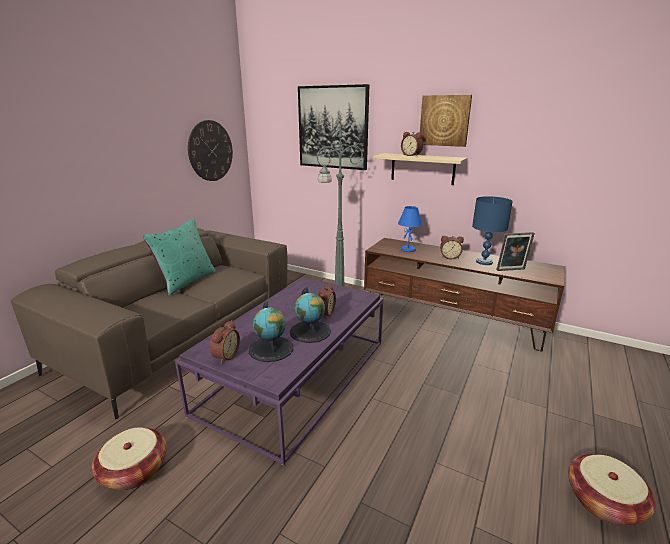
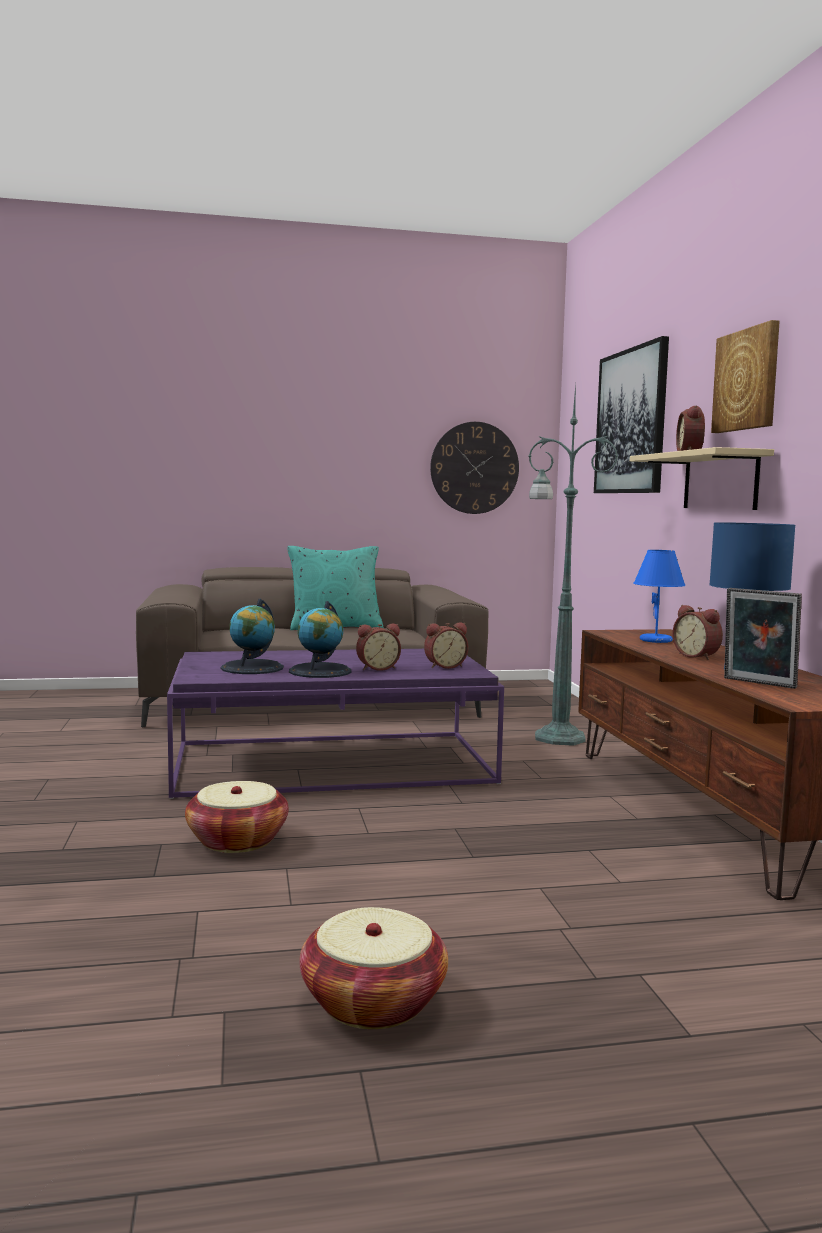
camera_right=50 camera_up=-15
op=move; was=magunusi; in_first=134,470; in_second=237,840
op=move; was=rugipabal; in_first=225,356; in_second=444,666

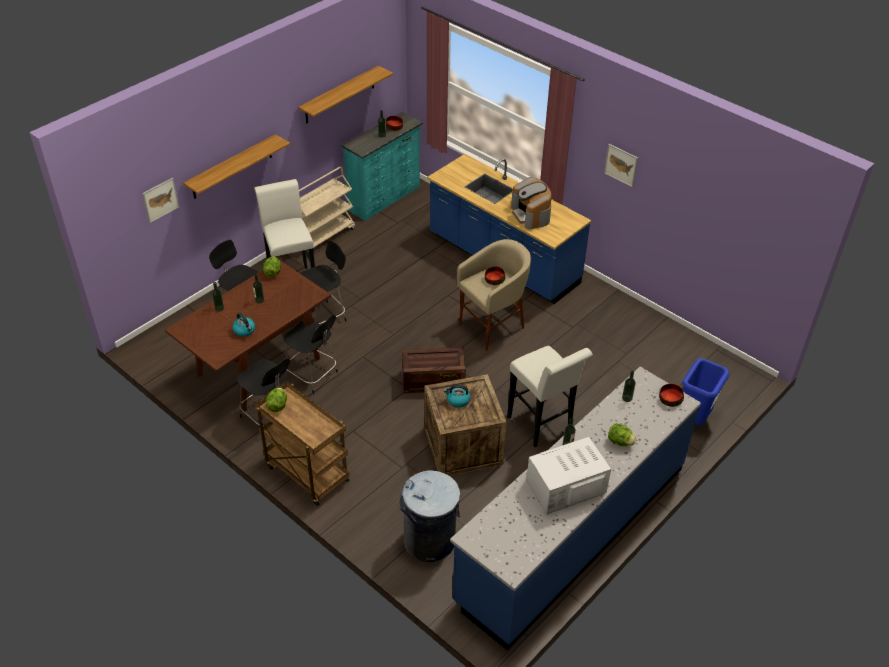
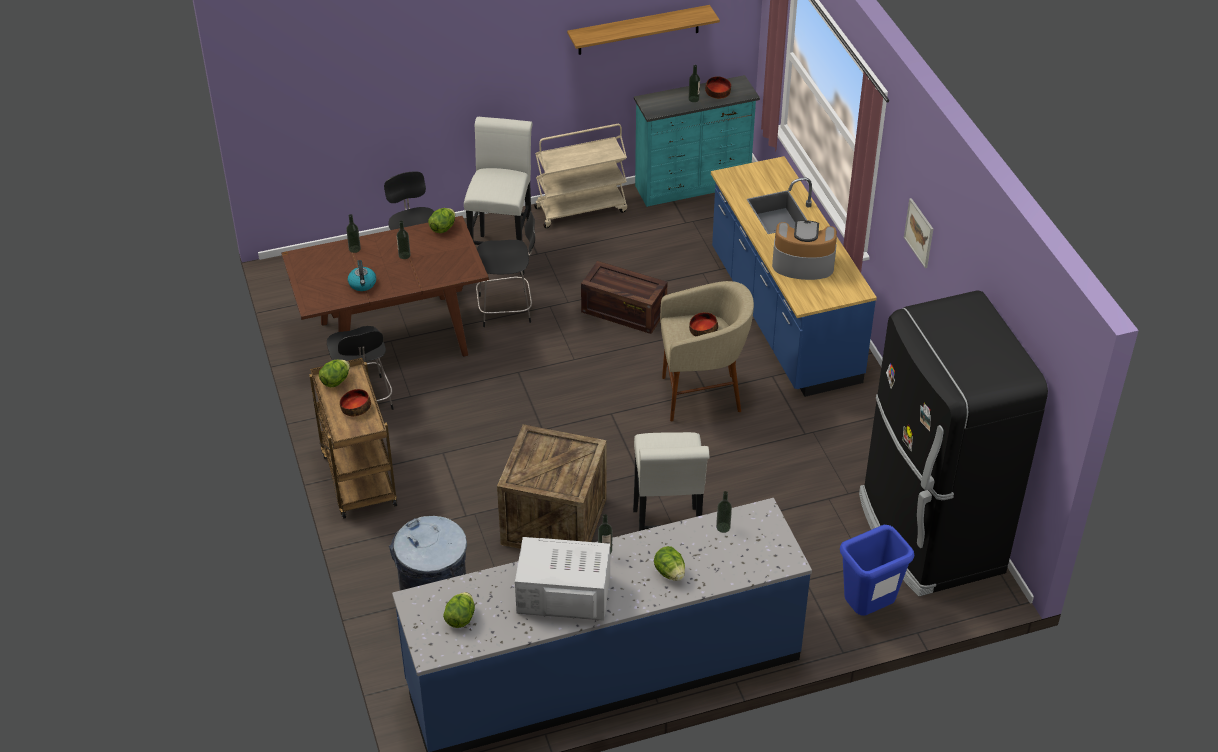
camera_right=30 camera_up=0
op=delete; was=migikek; in_first=160,200
op=delete; was=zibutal; in_first=232,167
op=delete; was=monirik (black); in_first=313,375
op=move; was=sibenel; in_first=432,381; in_second=622,311
op=delete; was=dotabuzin; in_first=457,400
op=rotate; was=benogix; in_first=531,215; in_second=802,263; clockwise=90
op=move; was=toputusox; in_first=670,399; in_second=356,407
op=insert; now=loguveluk; in_second=460,618
op=insert; now=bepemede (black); in_second=928,535

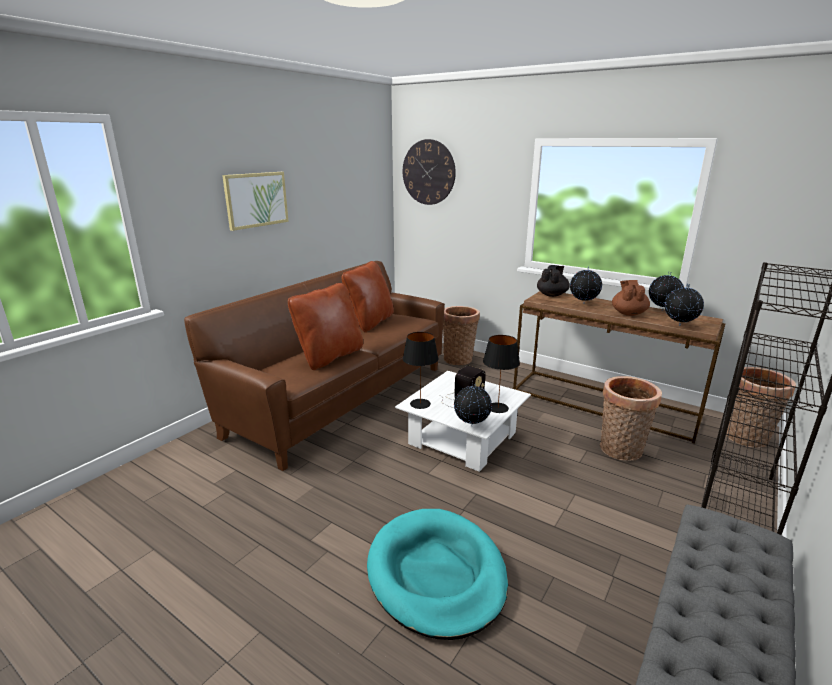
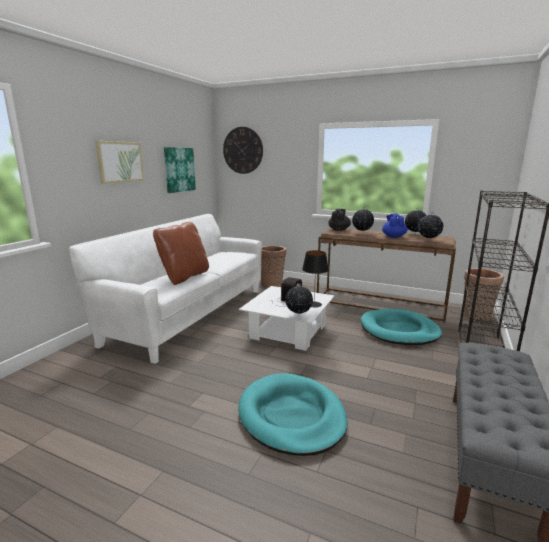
camera_right=-10 camera_up=-5
op=recolor; was=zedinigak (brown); now=zedinigak (white); in_first=341,399; in_second=190,314
op=delete; was=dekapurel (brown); in_first=370,322
op=delete; was=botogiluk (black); in_first=420,403
op=replace; was=magunusi; now=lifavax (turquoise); in_first=621,451; in_second=399,330
op=recolor; was=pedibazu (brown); now=pedibazu (blue); in_first=628,313; in_second=393,236
op=insert; now=migikek; in_second=179,169

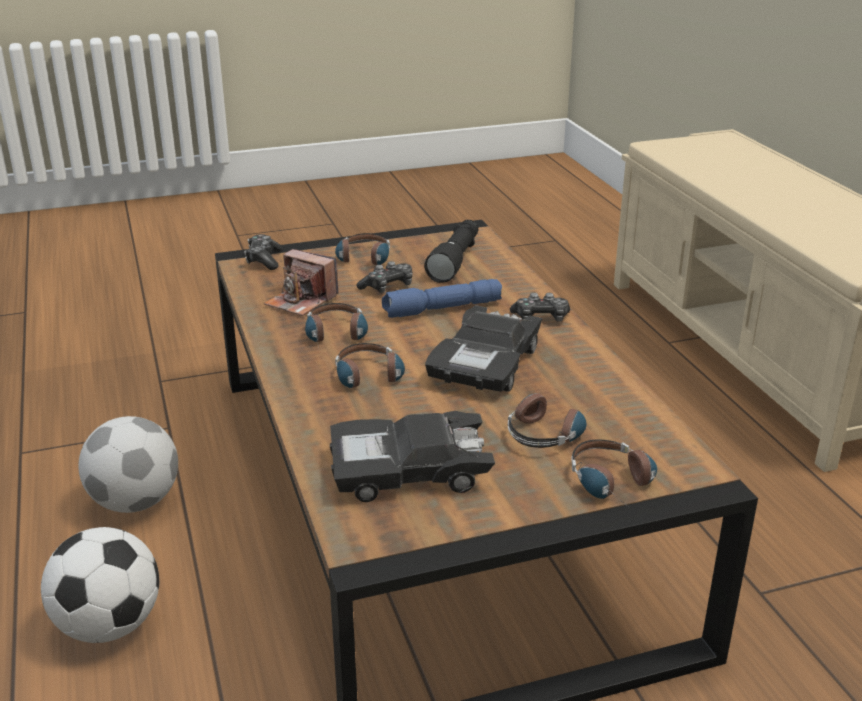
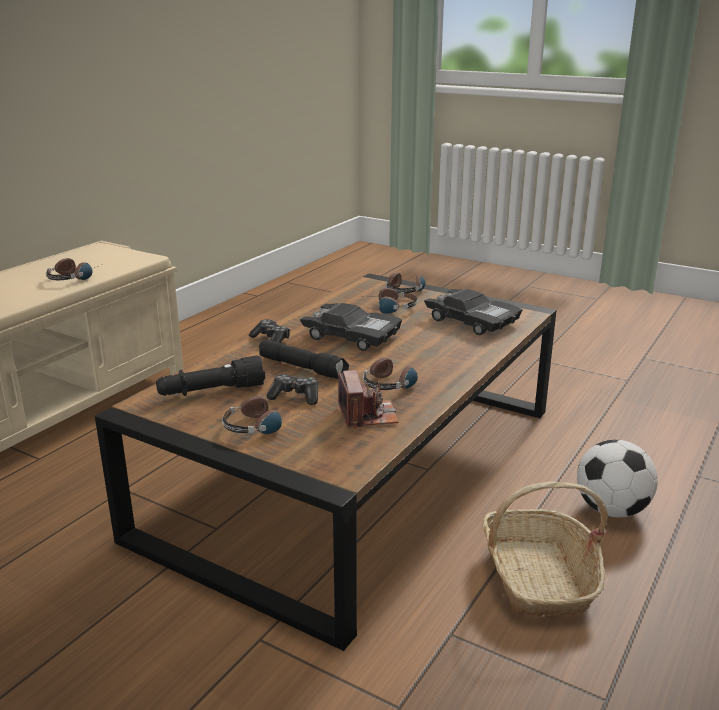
camera_right=-130 camera_up=-5
op=replace; was=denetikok; now=magunusi; in_first=135,502; in_second=538,577
op=delete; was=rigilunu; in_first=264,260
op=move; was=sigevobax; in_first=371,381; in_second=75,277
op=recolor; was=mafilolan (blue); now=mafilolan (black); in_first=442,309; in_second=303,368
op=rotate; was=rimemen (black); in_first=486,364; in_second=351,336; clockwise=45

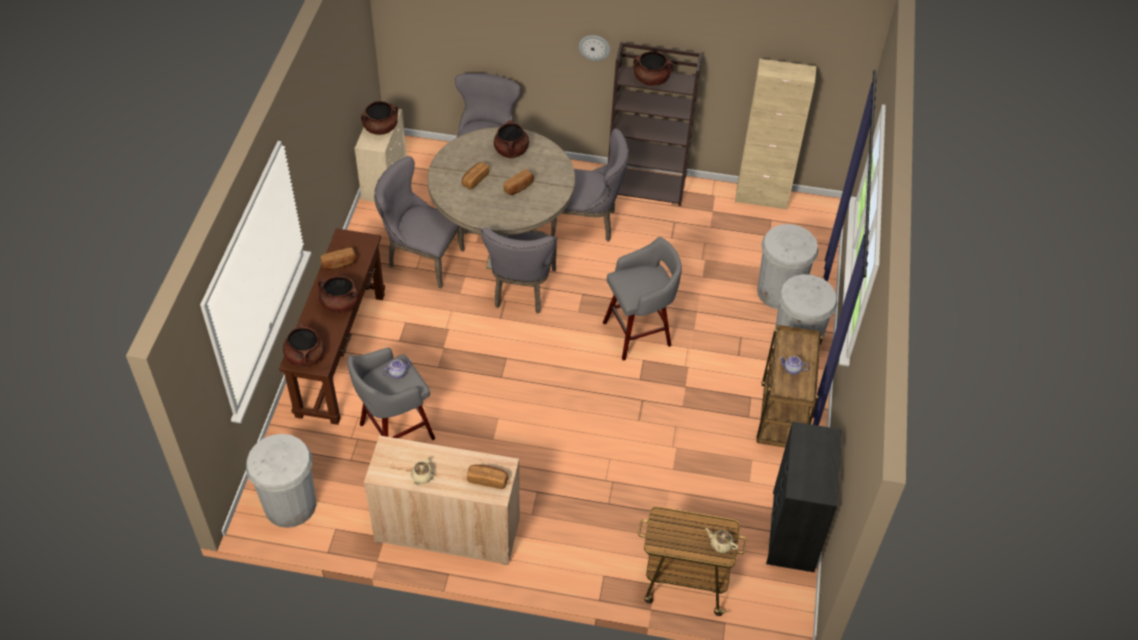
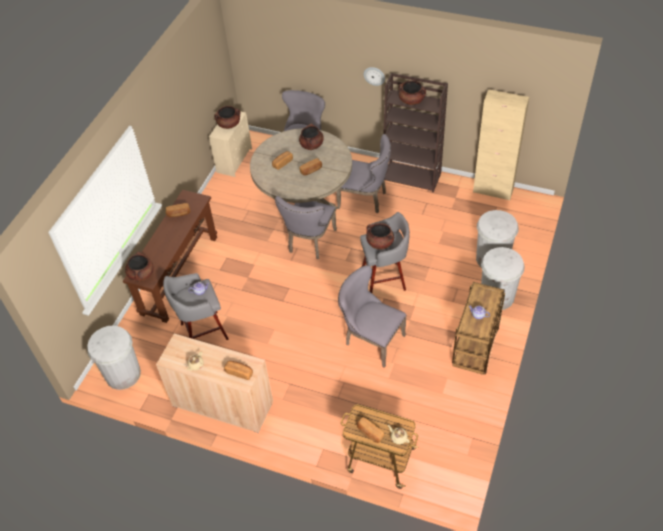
camera_right=15 camera_up=0
op=move; was=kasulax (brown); in_first=340,304; in_second=380,243
op=move; was=monirik (grey); in_first=421,258; in_second=371,340
op=delete; was=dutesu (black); in_first=792,531
op=insert; now=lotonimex; in_second=370,433

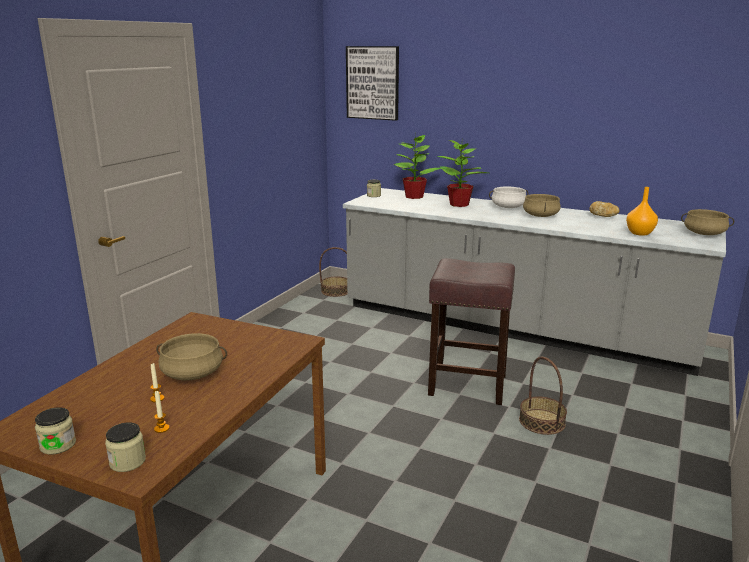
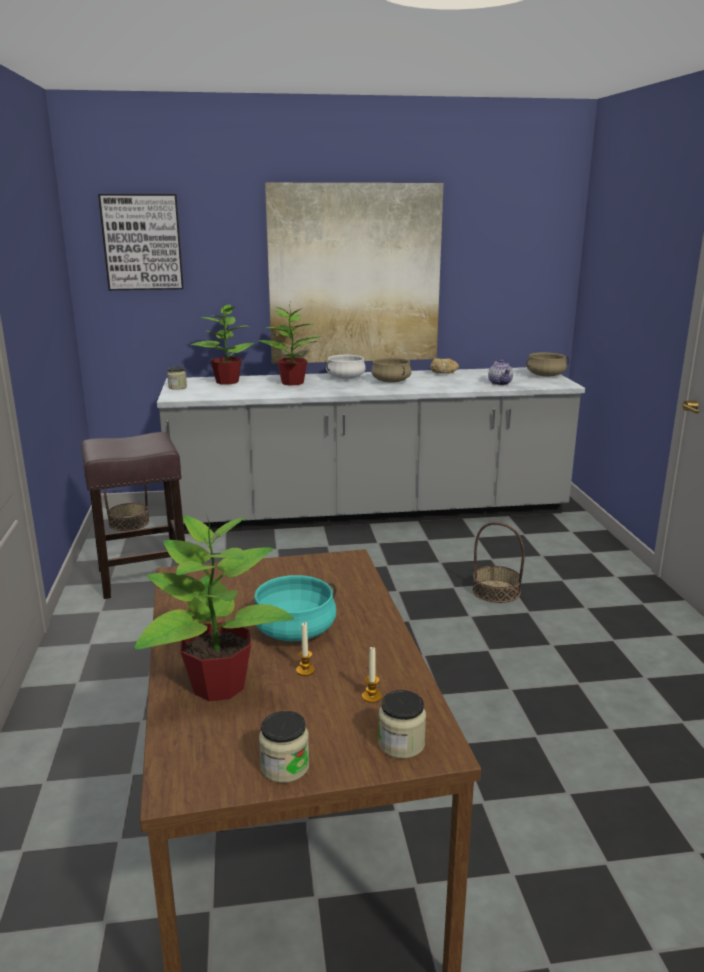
camera_right=-35 camera_up=0
op=recolor; was=kasulax (beige); now=kasulax (turquoise); in_first=193,373; in_second=294,630
op=move; was=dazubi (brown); in_first=466,385; in_second=141,577
op=replace; was=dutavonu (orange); now=pedibazu; in_first=640,233; in_second=500,383
op=insert; now=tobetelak; in_second=217,685
op=insert; now=migikek; in_second=354,274

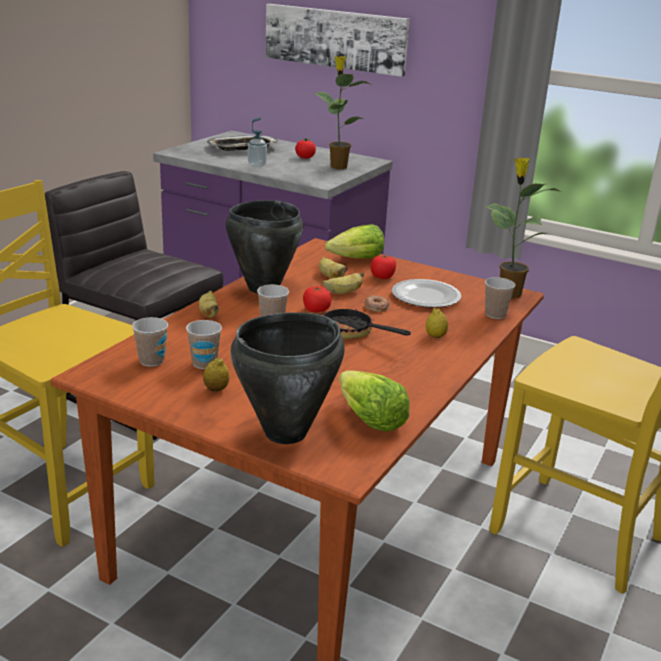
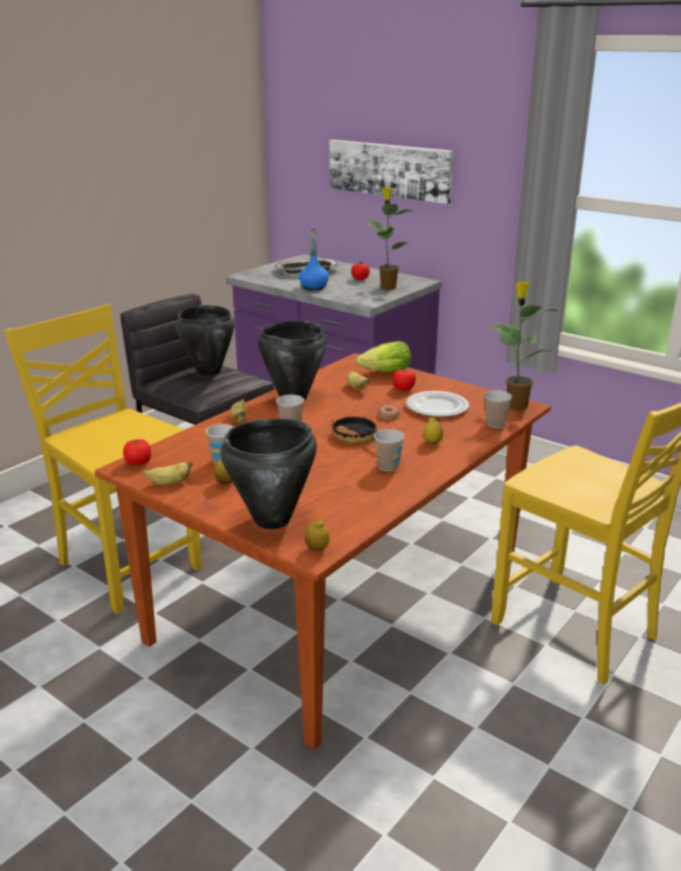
camera_right=10 camera_up=0
op=move; was=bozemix; in_first=151,361; in_second=388,466
op=replace; was=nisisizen; now=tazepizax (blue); in_first=257,165; in_second=313,287
op=move; was=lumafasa; in_first=316,310; in_second=138,462
op=move; was=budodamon; in_first=343,292; in_second=169,483
op=delete; was=loguveluk; in_first=369,419
op=insert; now=kasulax (black); in_second=208,372
op=insert; now=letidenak; in_second=317,549

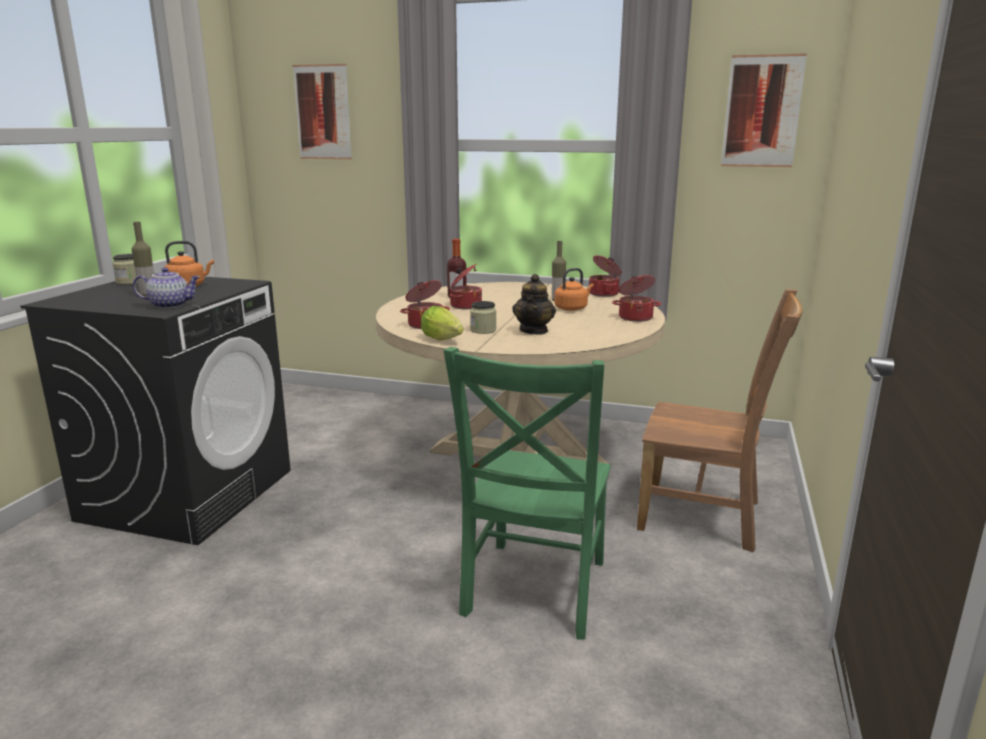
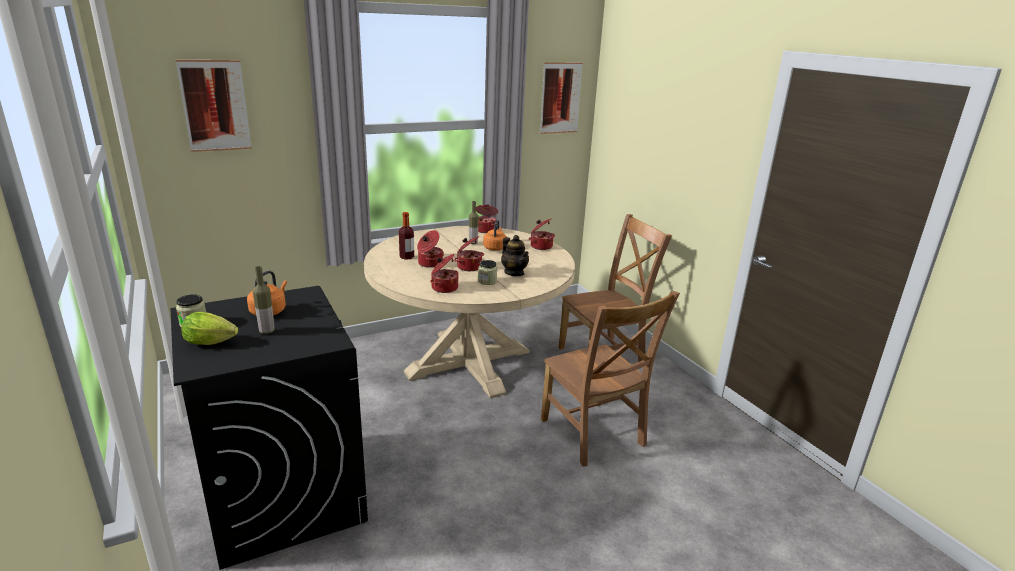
camera_right=-45 camera_up=5
op=delete; was=pedibazu; in_first=171,305
op=move; was=loguveluk; in_first=444,340; in_second=213,343
op=recolor; was=monirik (green); now=monirik (brown); in_first=533,591; in_second=594,435
op=insert; now=kasulax; in_second=468,267

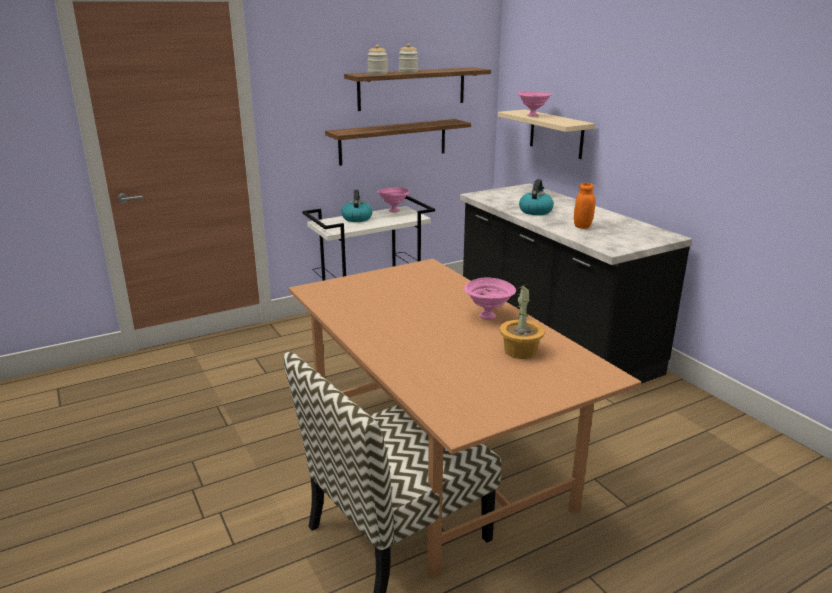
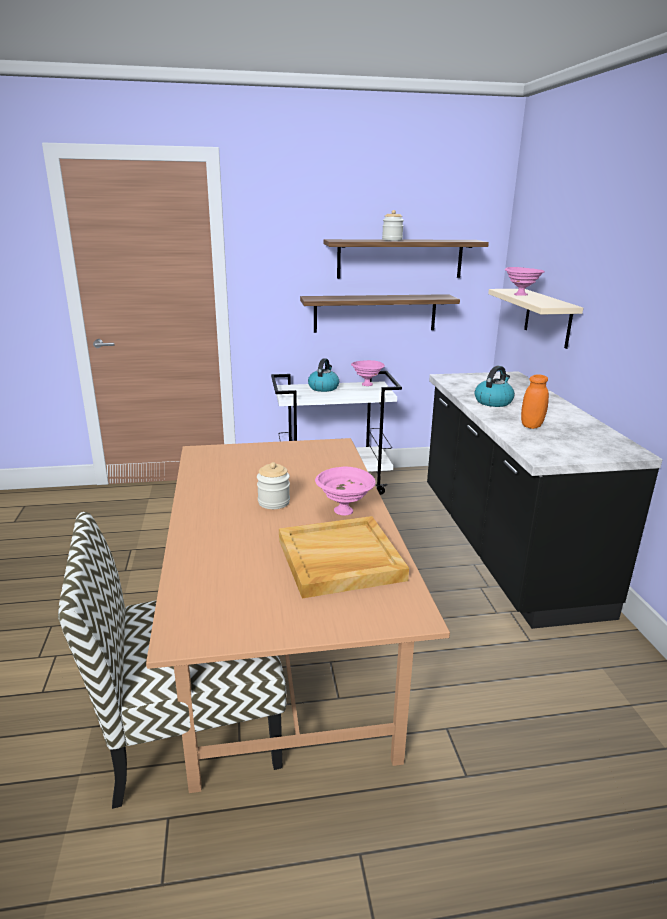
camera_right=20 camera_up=0
op=move; was=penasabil; in_first=377,73; in_second=274,502
op=replace; was=tobetelak; now=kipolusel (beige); in_first=521,351; in_second=339,560

